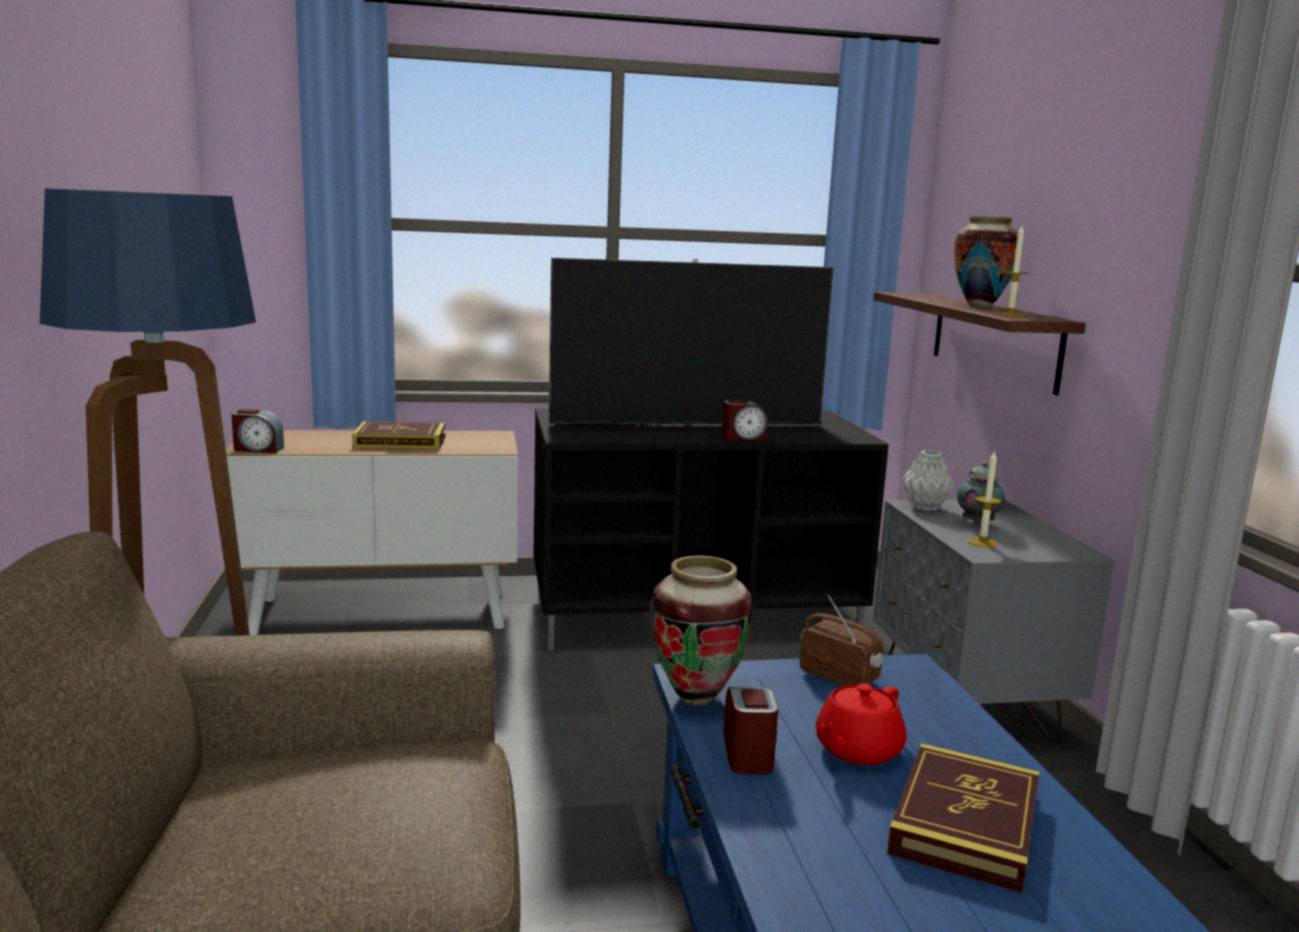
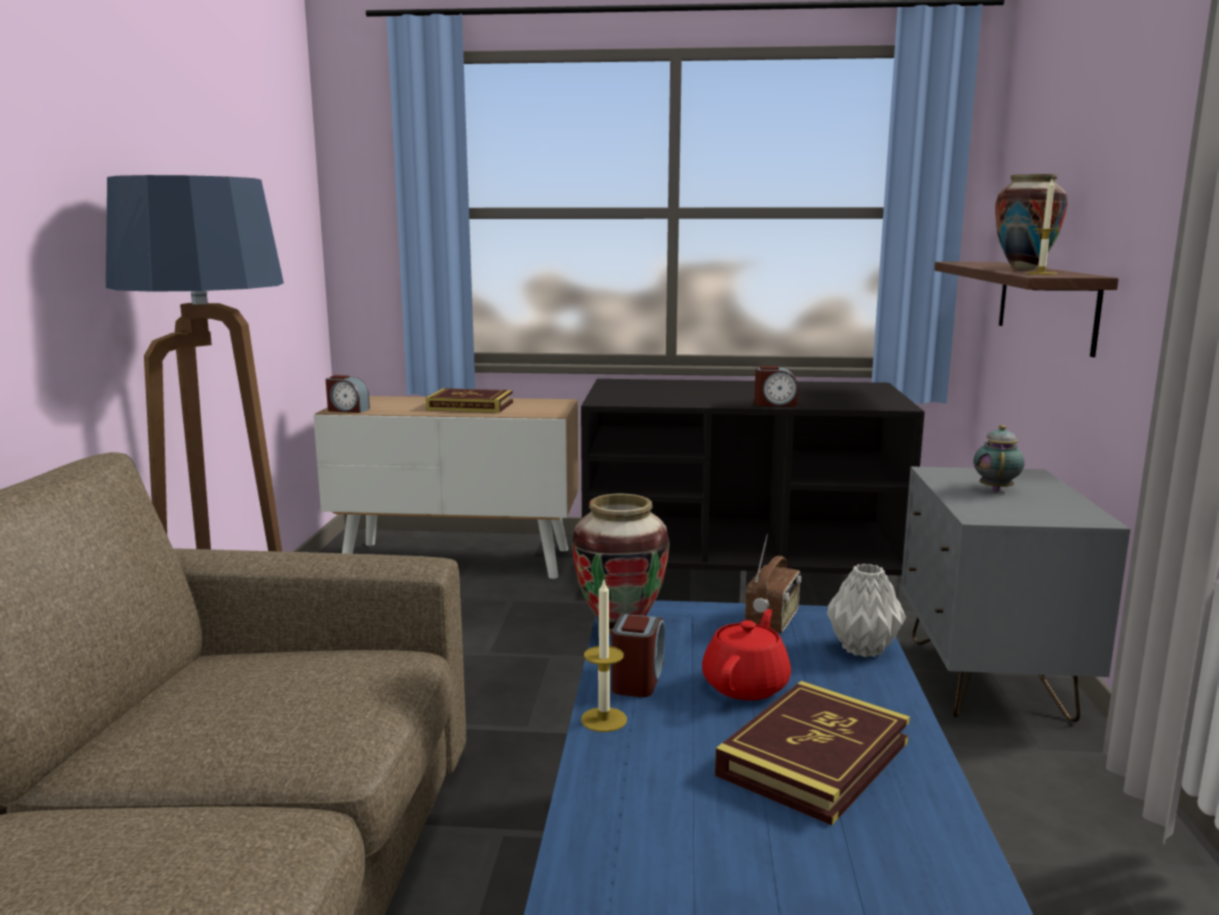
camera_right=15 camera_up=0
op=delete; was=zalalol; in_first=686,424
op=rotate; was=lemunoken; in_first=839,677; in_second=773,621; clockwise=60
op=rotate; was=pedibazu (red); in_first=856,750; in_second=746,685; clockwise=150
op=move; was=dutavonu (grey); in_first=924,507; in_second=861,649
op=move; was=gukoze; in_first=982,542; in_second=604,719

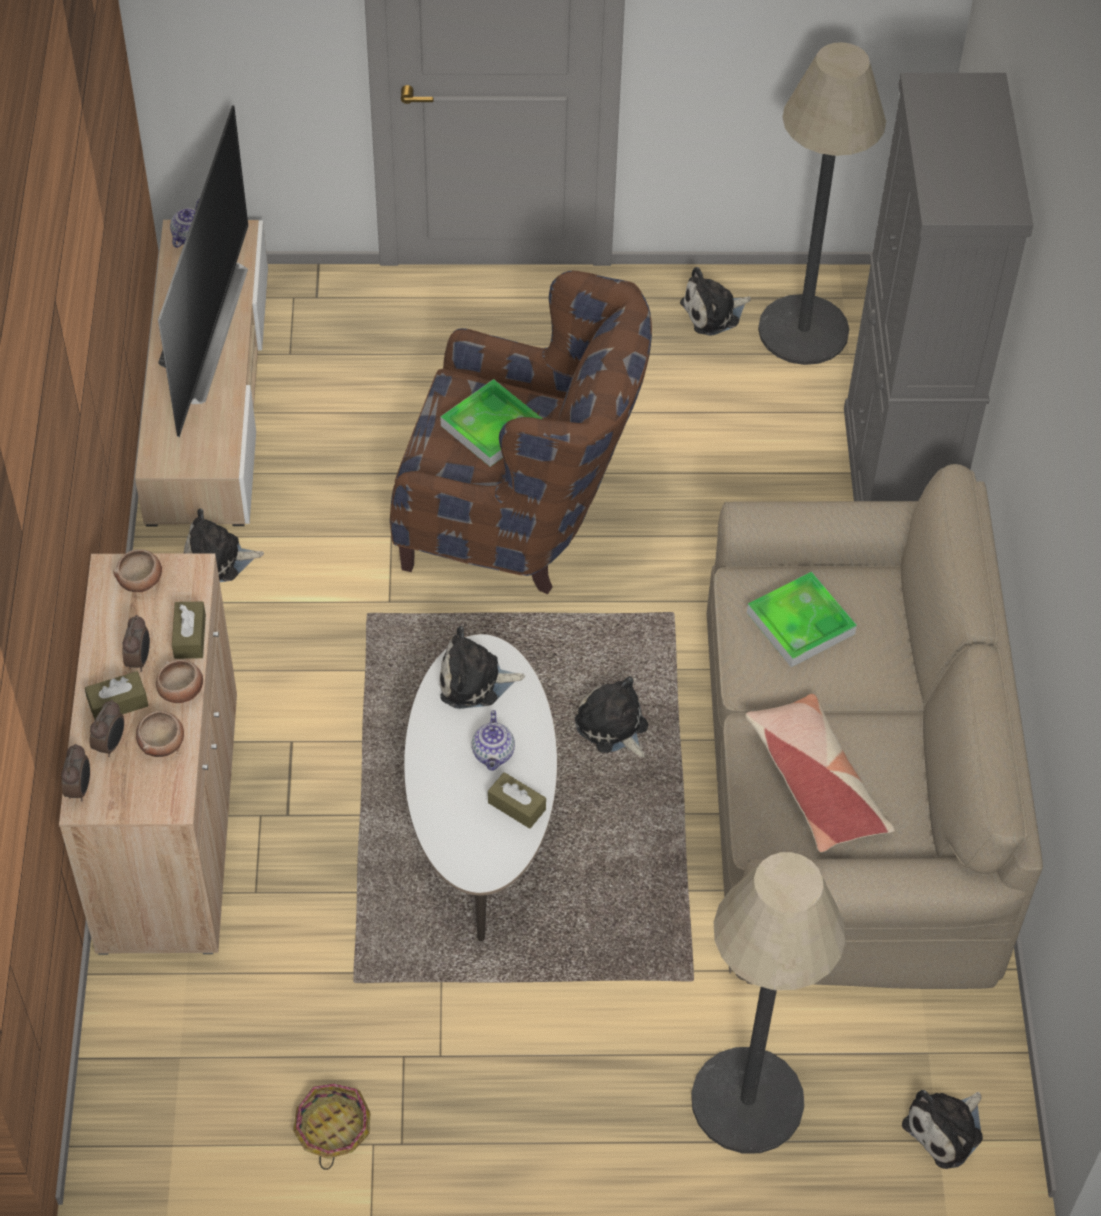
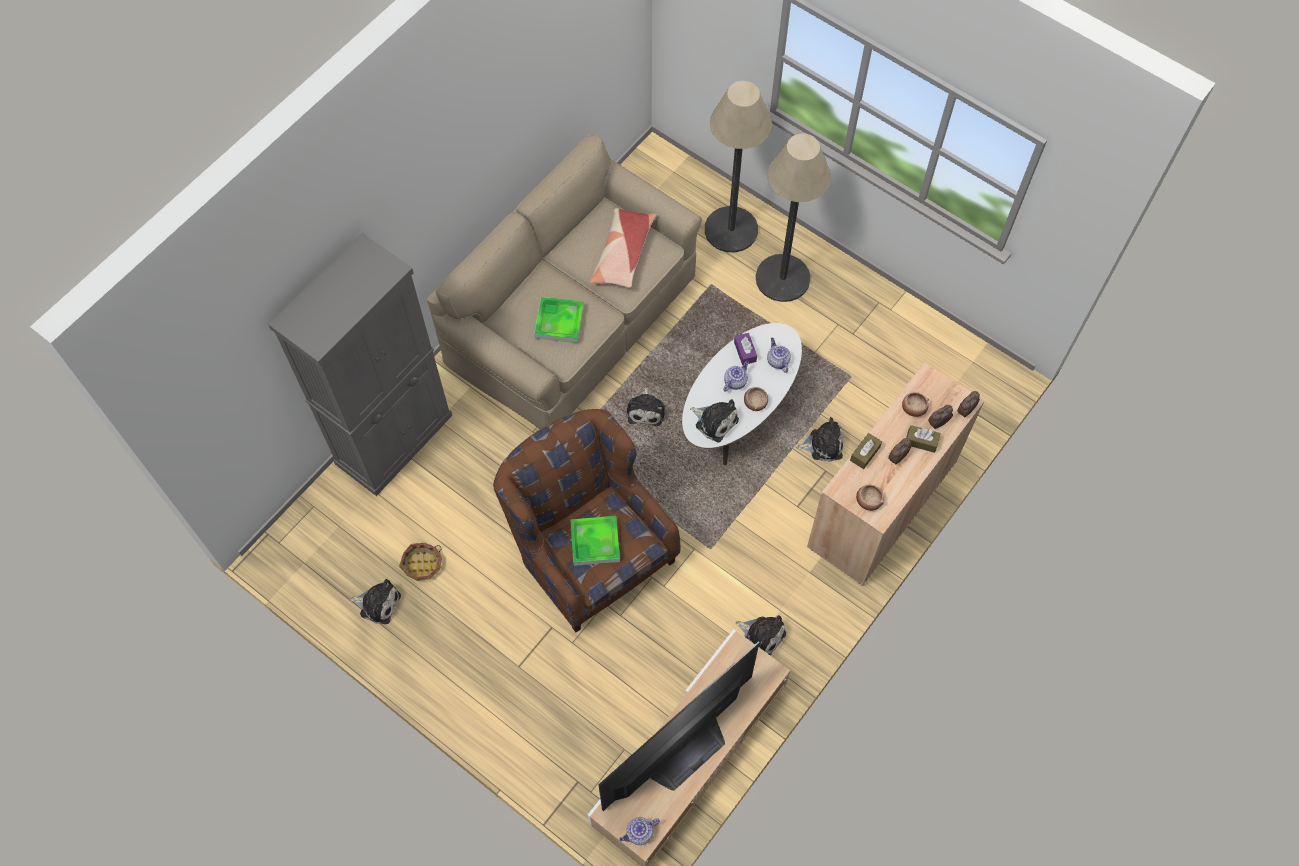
camera_right=-140 camera_up=10
op=move; was=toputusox; in_first=181,691; in_second=755,402
op=move; was=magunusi; in_first=332,1129; in_second=422,564
op=recolor; was=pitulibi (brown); now=pitulibi (purple); in_first=516,806; in_second=745,352
op=move; was=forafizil; in_first=803,331; in_second=782,278
op=move; was=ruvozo; in_first=946,1129; in_second=823,444
op=insert; now=pedibazu; in_second=777,361

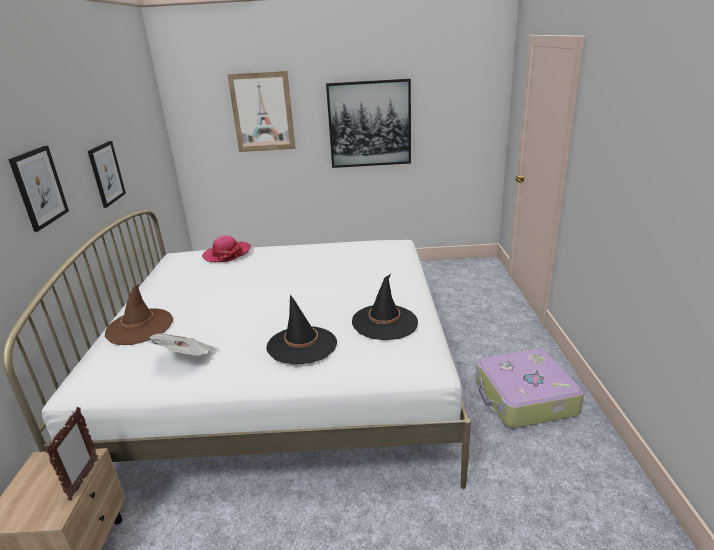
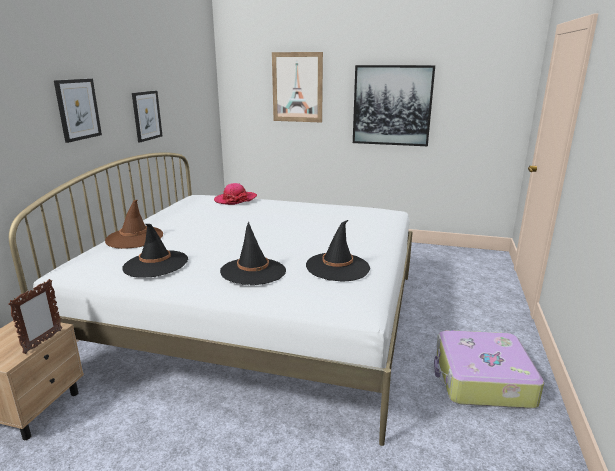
camera_right=15 camera_up=-5
op=replace; was=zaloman; now=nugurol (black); in_first=187,358; in_second=155,264

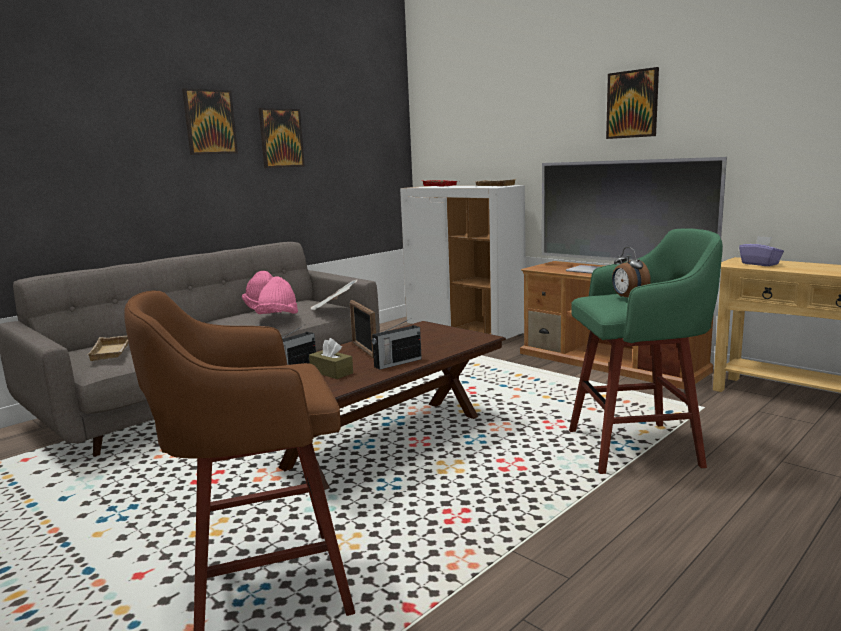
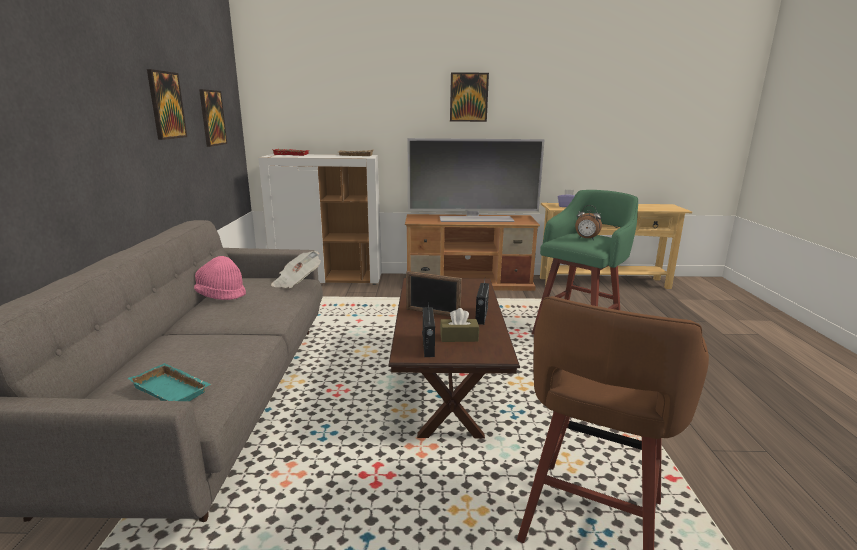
camera_right=-45 camera_up=5
op=recolor; was=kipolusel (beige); now=kipolusel (turquoise); in_first=112,352; in_second=173,389
op=move; was=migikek; in_first=210,122; in_second=212,118
op=delete; was=nugurol (pink); in_first=278,318

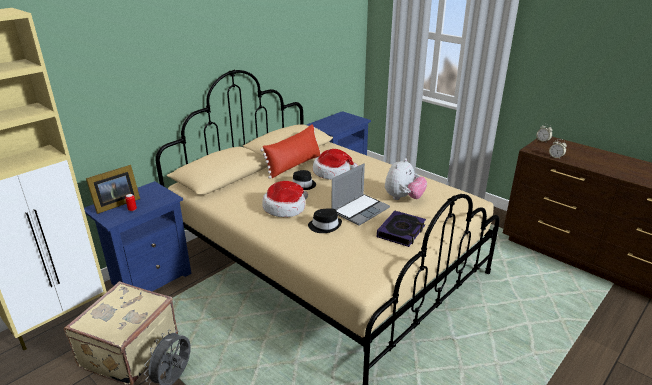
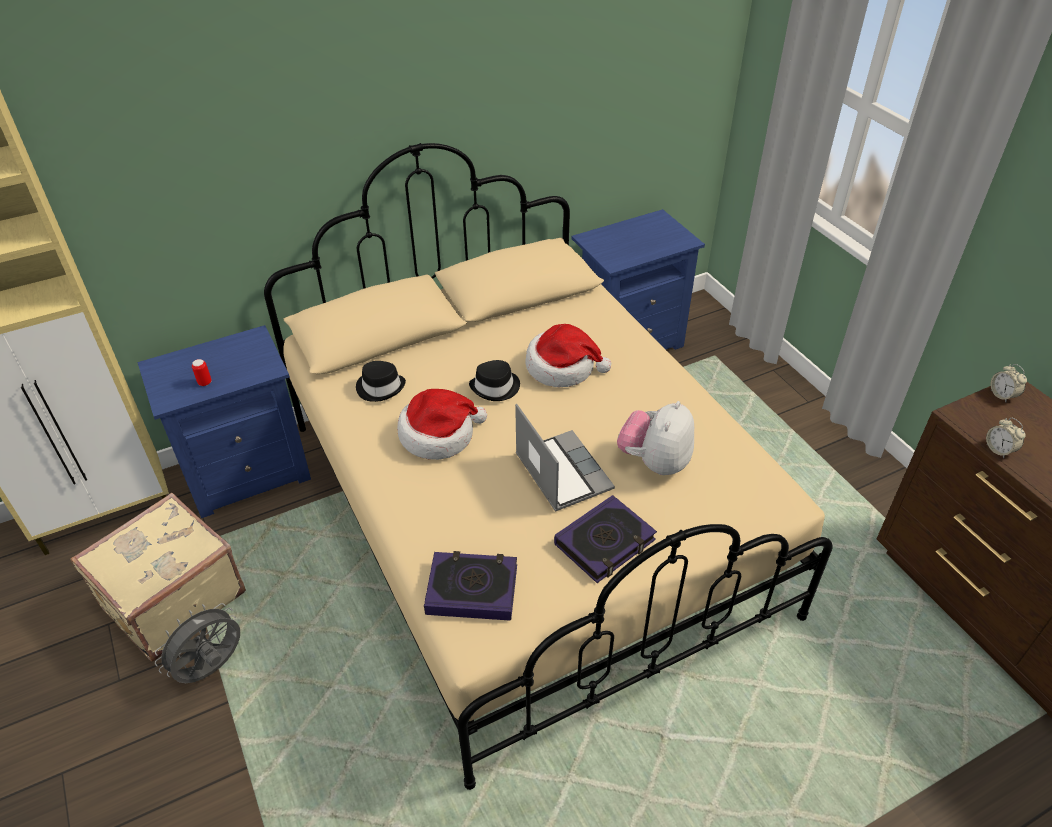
camera_right=20 camera_up=15
op=delete; was=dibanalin; in_first=115,204
op=delete; was=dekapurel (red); in_first=294,165
op=move; was=nugurol (black); in_first=325,226; in_second=380,387
op=rotate; was=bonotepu; in_first=360,210; in_second=561,472; clockwise=-90
op=rotate; was=ruvozo; in_first=403,198; in_second=654,462; clockwise=150
op=insert; now=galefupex; in_second=472,589

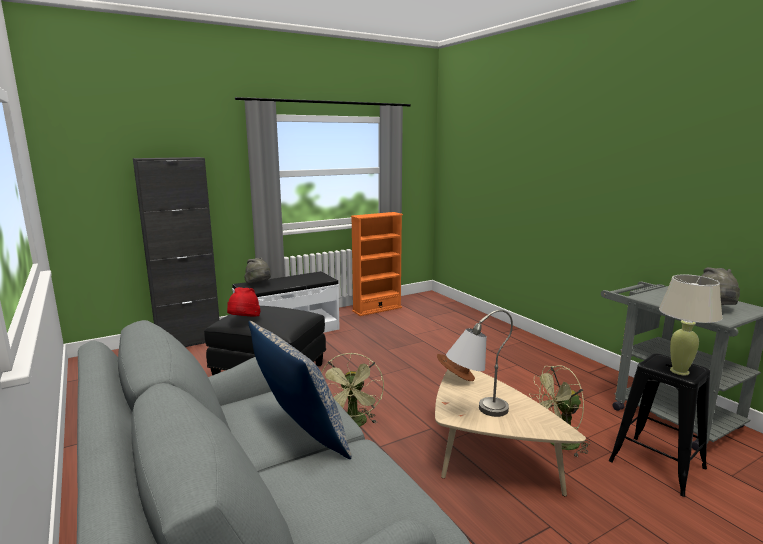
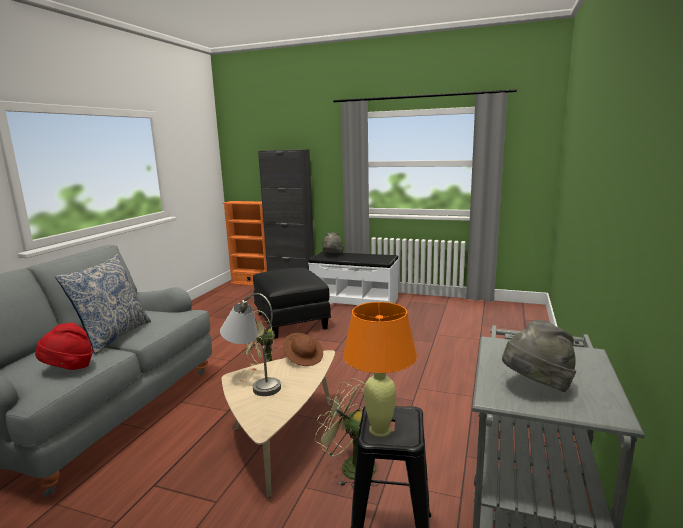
camera_right=50 camera_up=0
op=move; was=nugurol (red); in_first=244,320; in_second=69,368
op=move; was=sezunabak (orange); in_first=377,309; in_second=252,283
op=recolor; was=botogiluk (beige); now=botogiluk (orange); in_first=679,371; in_second=380,430

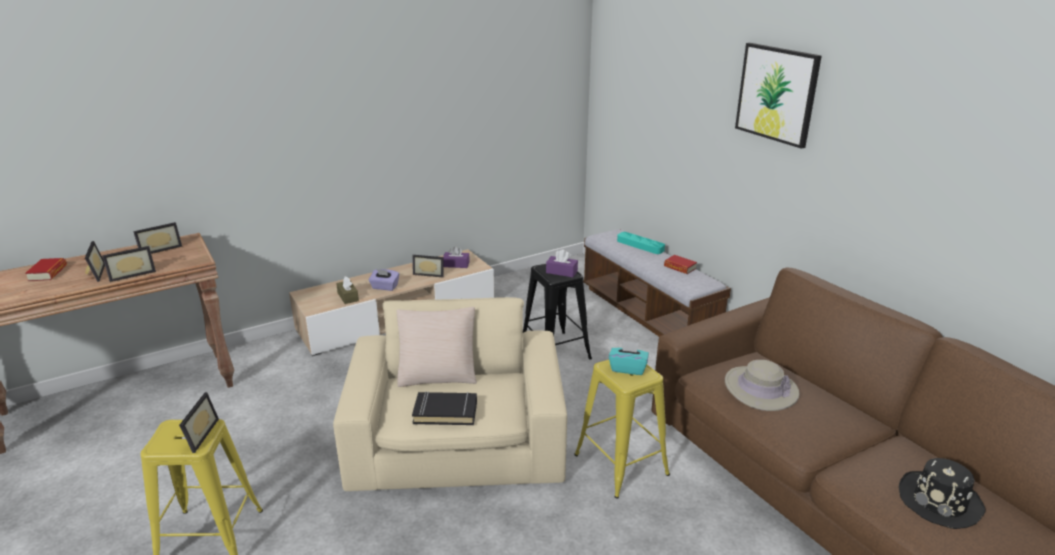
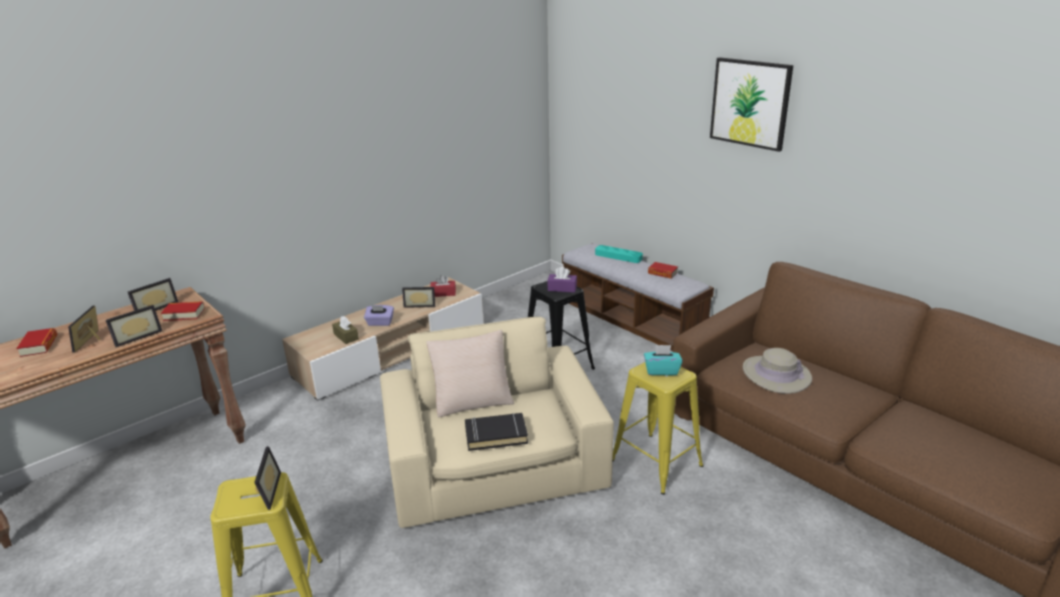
camera_right=-10 camera_up=0
op=rotate; was=dibanalin; in_first=94,273; in_second=93,341; clockwise=-150
op=recolor; was=pitulibi (purple); now=pitulibi (red); in_first=456,264; in_second=443,293
op=delete; was=nugurol (black); in_first=940,501
op=insert; now=galefupex; in_second=184,314

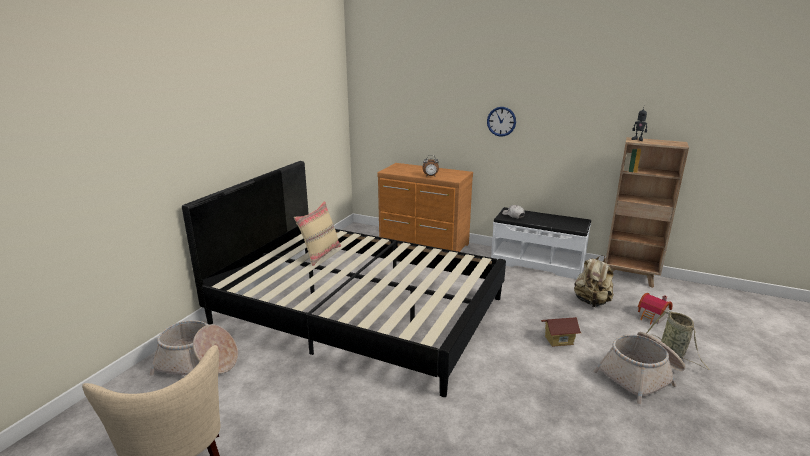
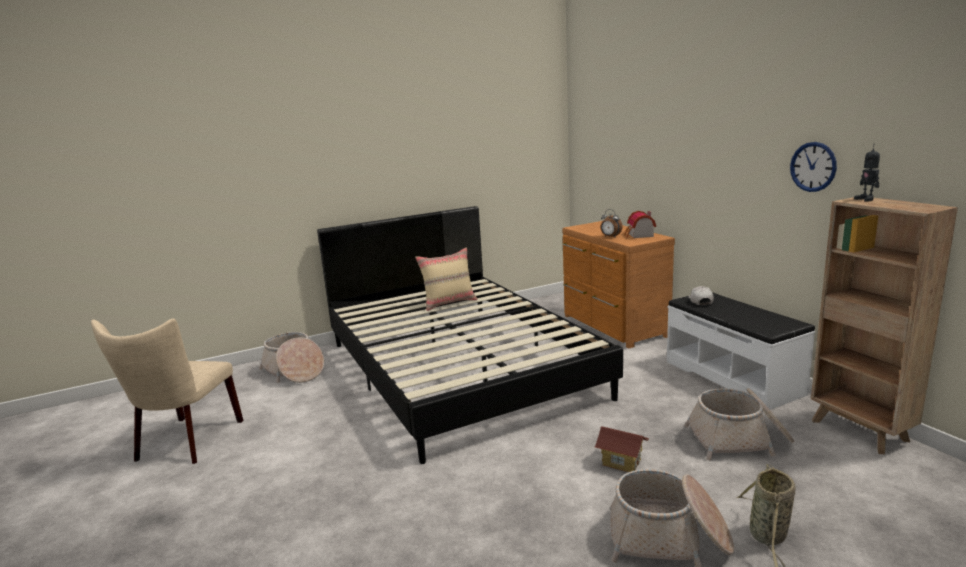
camera_right=40 camera_up=-5
op=move; was=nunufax; in_first=501,121; in_second=813,167
op=replace; was=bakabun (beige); now=magunusi; in_first=591,302; in_second=739,440
op=move; was=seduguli; in_first=652,317; in_second=639,235

